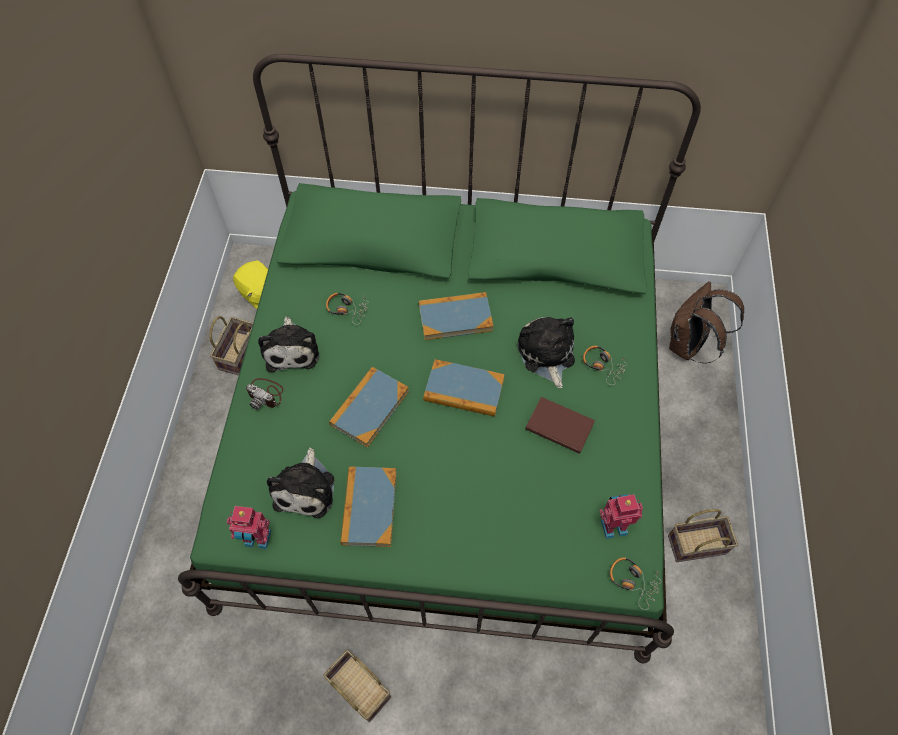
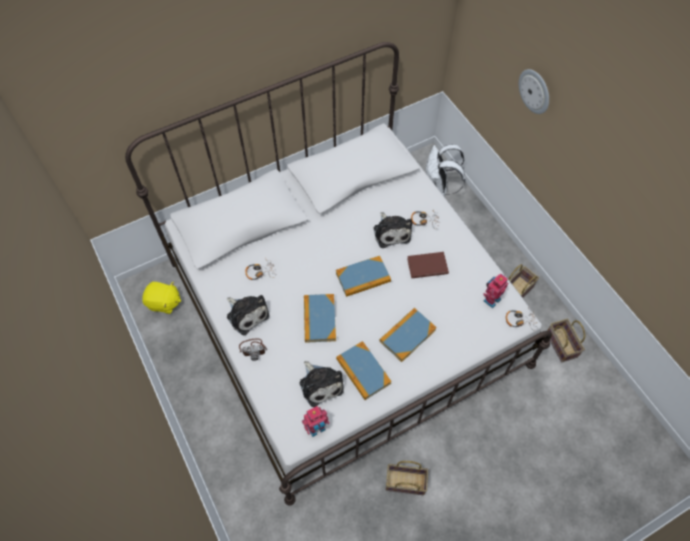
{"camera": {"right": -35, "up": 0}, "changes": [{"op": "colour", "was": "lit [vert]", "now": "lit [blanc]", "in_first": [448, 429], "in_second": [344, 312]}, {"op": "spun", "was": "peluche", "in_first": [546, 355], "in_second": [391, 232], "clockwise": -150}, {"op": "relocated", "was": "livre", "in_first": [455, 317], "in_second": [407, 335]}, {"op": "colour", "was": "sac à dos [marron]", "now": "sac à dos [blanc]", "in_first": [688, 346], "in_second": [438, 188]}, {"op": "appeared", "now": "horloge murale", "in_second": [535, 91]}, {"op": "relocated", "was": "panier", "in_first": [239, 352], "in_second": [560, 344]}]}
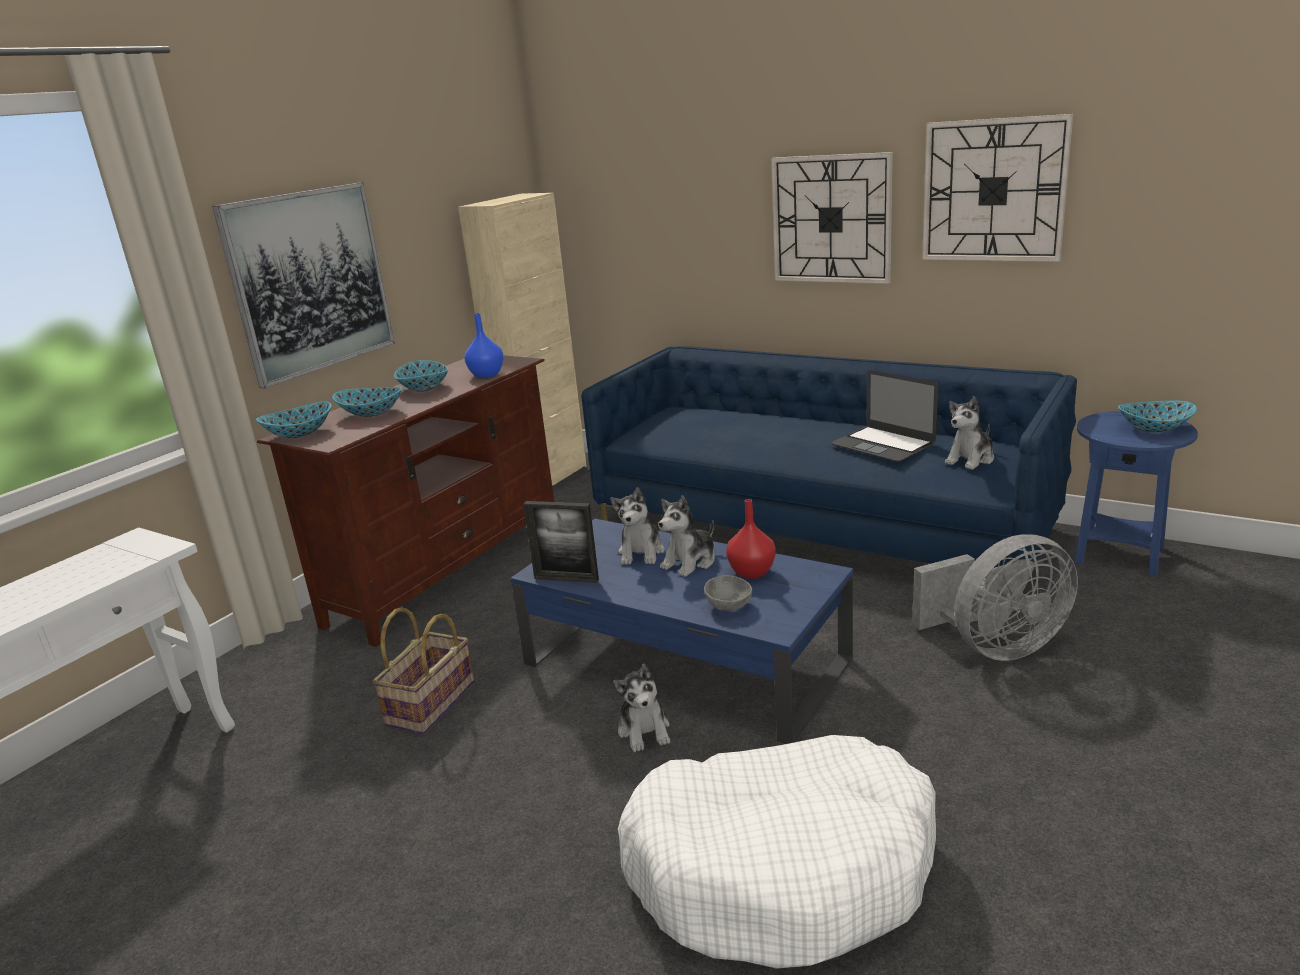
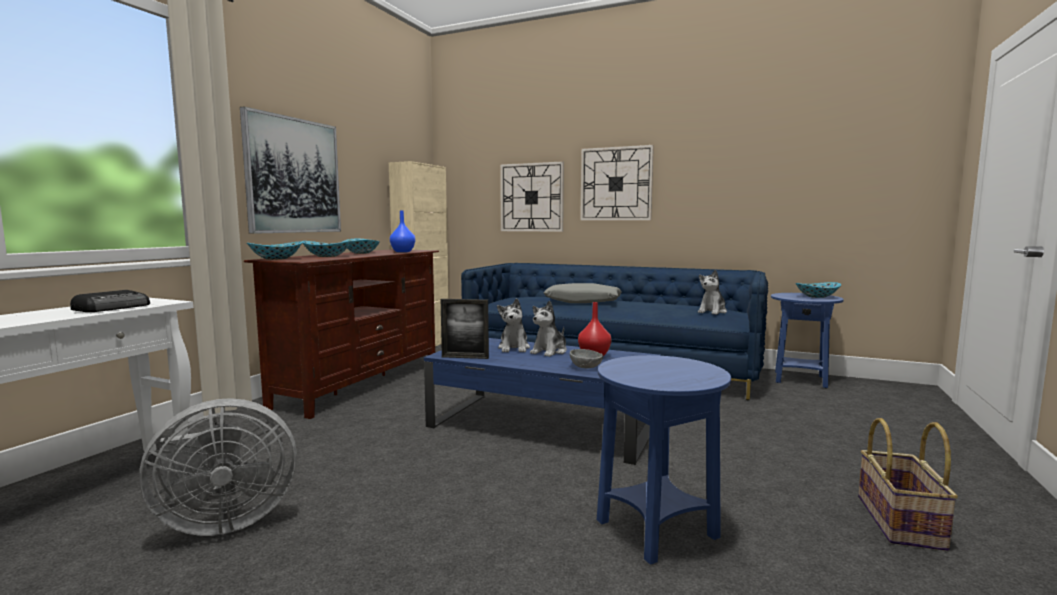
{"camera": {"right": -10, "up": -15}, "changes": [{"op": "appeared", "now": "radio", "in_second": [114, 307]}, {"op": "relocated", "was": "ventilateur [gris]", "in_first": [996, 647], "in_second": [223, 522]}, {"op": "relocated", "was": "horloge murale", "in_first": [993, 191], "in_second": [531, 197]}, {"op": "appeared", "now": "coussin [gris]", "in_second": [583, 302]}, {"op": "exchanged", "was": "panier pour chien [blanc]", "now": "table d'appoint [bleu]", "in_first": [782, 868], "in_second": [656, 530]}, {"op": "relocated", "was": "panier", "in_first": [432, 704], "in_second": [901, 522]}, {"op": "missing", "was": "peluche", "in_first": [644, 730]}, {"op": "missing", "was": "ordinateur portable", "in_first": [883, 444]}]}
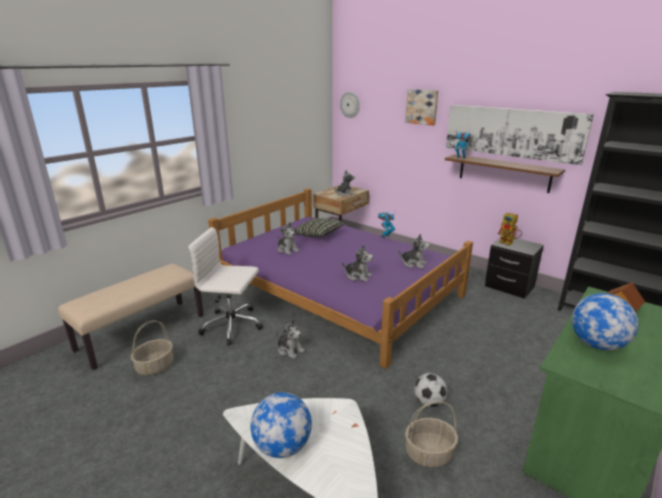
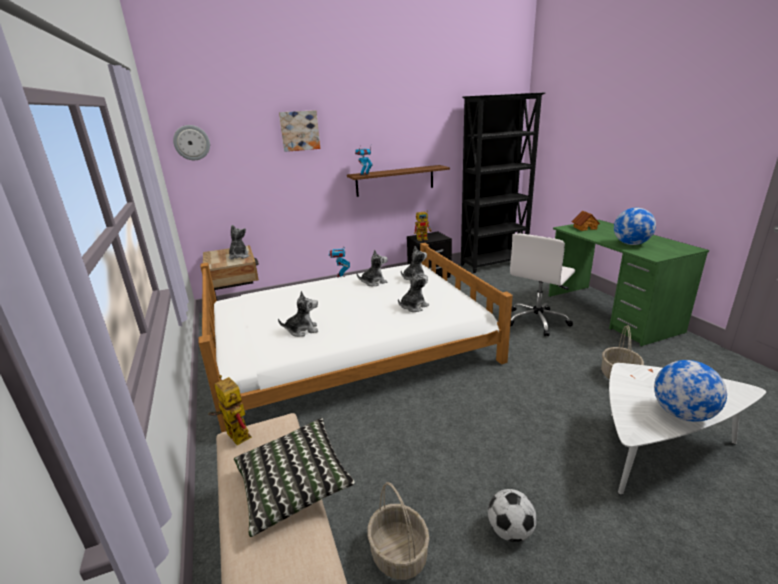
{"camera": {"right": -60, "up": 0}, "changes": [{"op": "colour", "was": "lit [violet]", "now": "lit [blanc]", "in_first": [338, 290], "in_second": [352, 349]}, {"op": "appeared", "now": "robot jouet", "in_second": [234, 434]}, {"op": "relocated", "was": "coussin", "in_first": [319, 235], "in_second": [294, 486]}, {"op": "relocated", "was": "peluche", "in_first": [290, 350], "in_second": [374, 282]}, {"op": "relocated", "was": "ballon de foot", "in_first": [428, 402], "in_second": [510, 531]}, {"op": "relocated", "was": "chaise de bureau [blanc]", "in_first": [233, 326], "in_second": [537, 321]}, {"op": "missing", "was": "tableau", "in_first": [512, 132]}]}
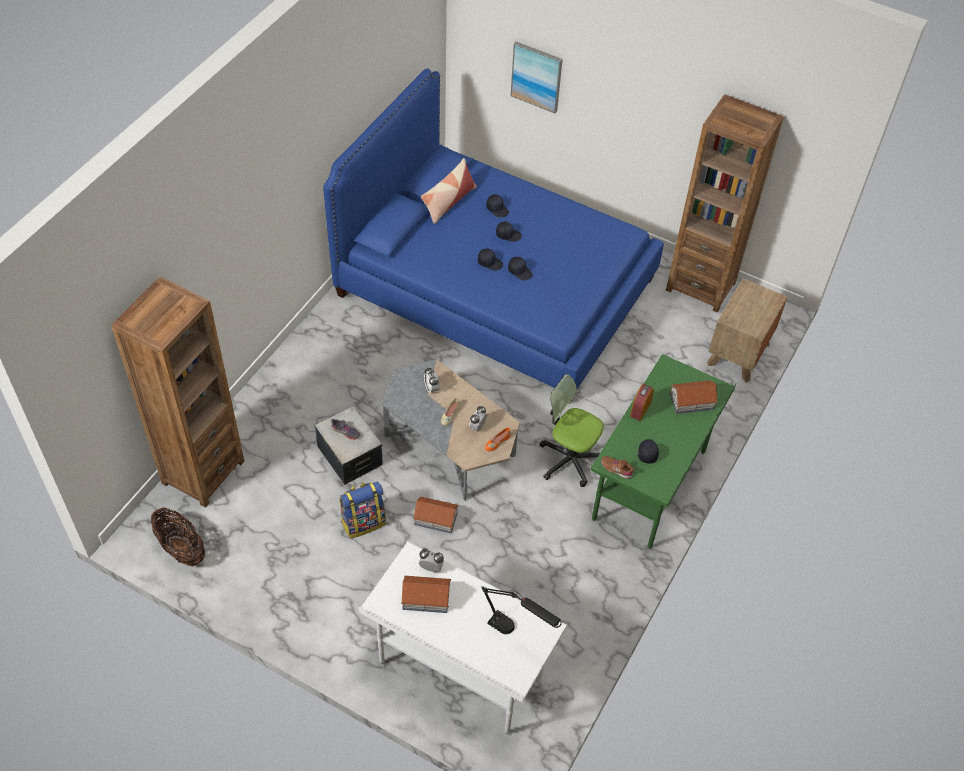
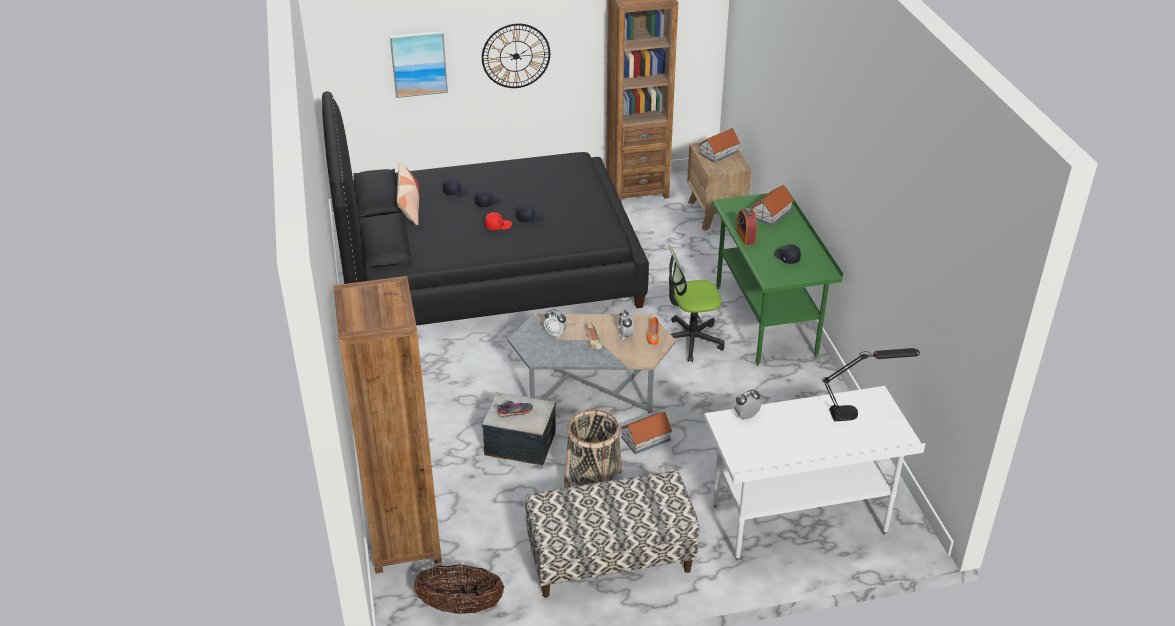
{"camera": {"right": -40, "up": -15}, "changes": [{"op": "colour", "was": "lit [bleu]", "now": "lit [noir]", "in_first": [495, 287], "in_second": [486, 269]}, {"op": "appeared", "now": "horloge murale", "in_second": [516, 56]}, {"op": "colour", "was": "casquette [noir]", "now": "casquette [rouge]", "in_first": [490, 262], "in_second": [498, 225]}, {"op": "appeared", "now": "banc", "in_second": [610, 560]}, {"op": "exchanged", "was": "sac à dos", "now": "panier", "in_first": [363, 522], "in_second": [593, 479]}, {"op": "relocated", "was": "maison miniature", "in_first": [425, 597], "in_second": [718, 153]}, {"op": "missing", "was": "chaussure [marron]", "in_first": [616, 469]}]}
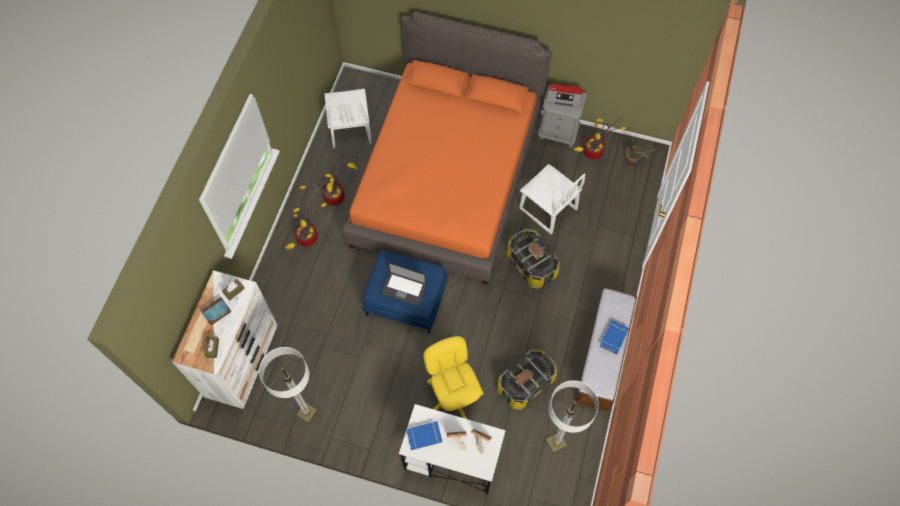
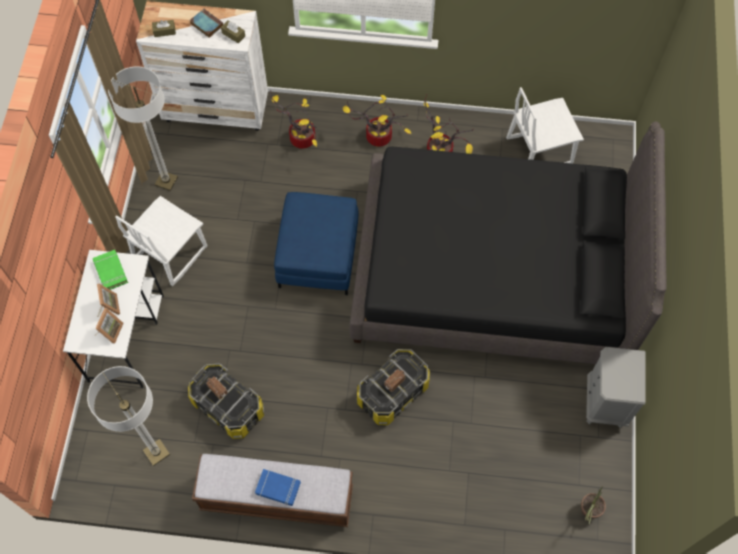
{"camera": {"right": 80, "up": 0}, "changes": [{"op": "colour", "was": "livre [bleu]", "now": "livre [vert]", "in_first": [424, 436], "in_second": [110, 272]}, {"op": "relocated", "was": "chaise [blanc]", "in_first": [547, 209], "in_second": [169, 253]}, {"op": "relocated", "was": "plante en pot", "in_first": [593, 153], "in_second": [300, 138]}, {"op": "colour", "was": "lit [orange]", "now": "lit [noir]", "in_first": [447, 180], "in_second": [493, 272]}, {"op": "missing", "was": "ordinateur portable", "in_first": [403, 289]}, {"op": "missing", "was": "chaise de bureau [jaune]", "in_first": [453, 395]}, {"op": "missing", "was": "radio", "in_first": [564, 98]}]}
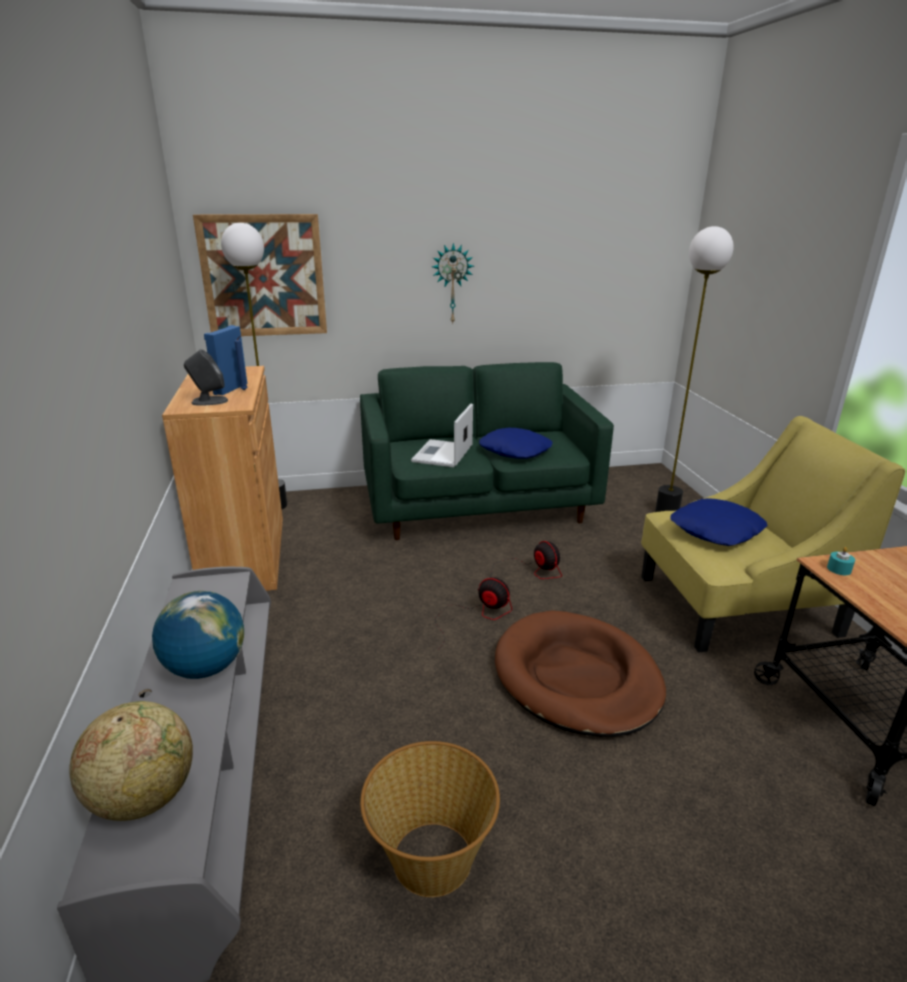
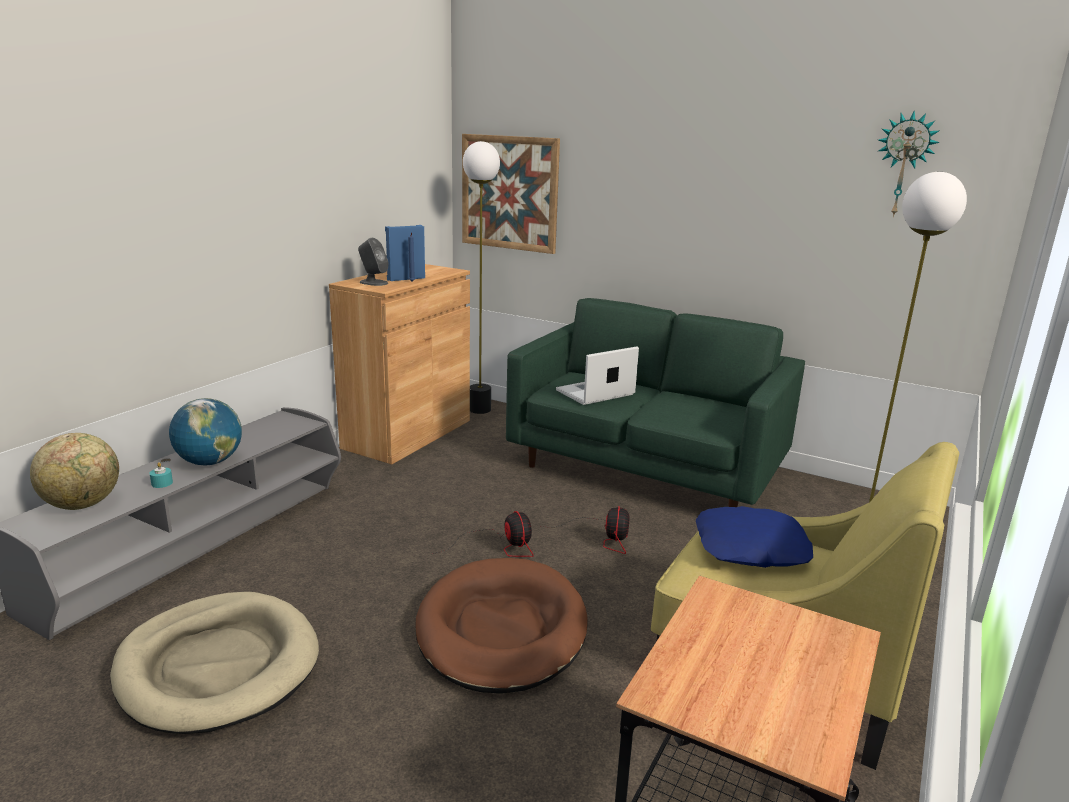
{"camera": {"right": 40, "up": -5}, "changes": [{"op": "exchanged", "was": "panier", "now": "panier pour chien [beige]", "in_first": [431, 859], "in_second": [218, 666]}, {"op": "relocated", "was": "bougie [turquoise]", "in_first": [839, 569], "in_second": [162, 483]}, {"op": "relocated", "was": "horloge murale", "in_first": [452, 284], "in_second": [903, 164]}, {"op": "missing", "was": "coussin [bleu]", "in_first": [515, 450]}]}
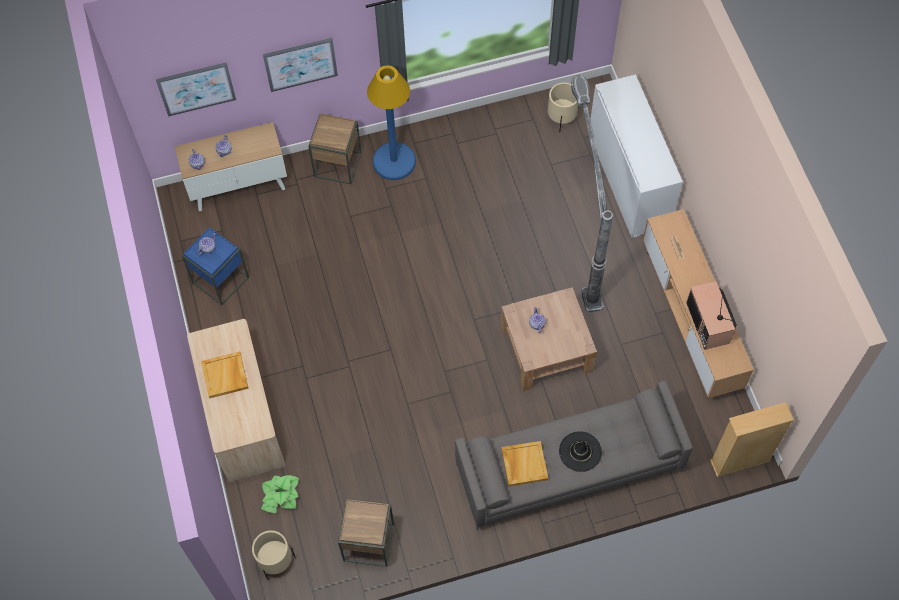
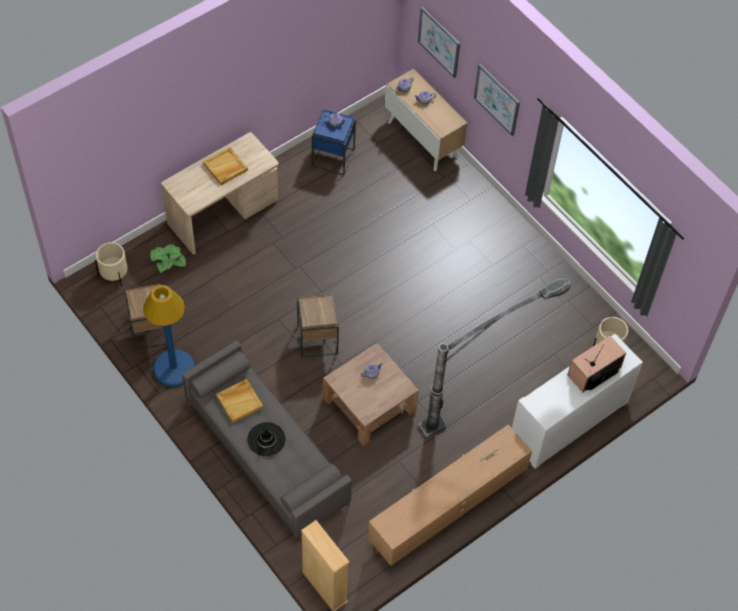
{"camera": {"right": 65, "up": -5}, "changes": [{"op": "relocated", "was": "lampadaire [bleu]", "in_first": [394, 161], "in_second": [174, 368]}, {"op": "relocated", "was": "table d'appoint [marron]", "in_first": [337, 164], "in_second": [317, 339]}, {"op": "relocated", "was": "téléviseur", "in_first": [709, 323], "in_second": [594, 372]}]}
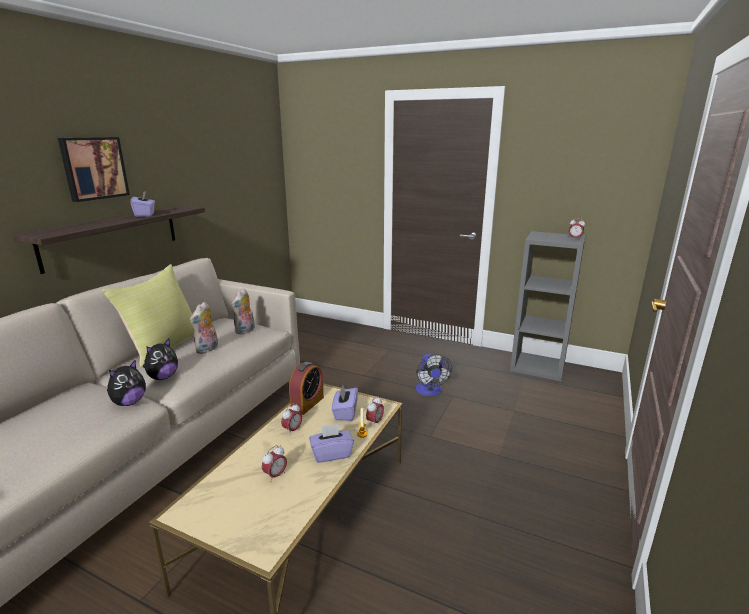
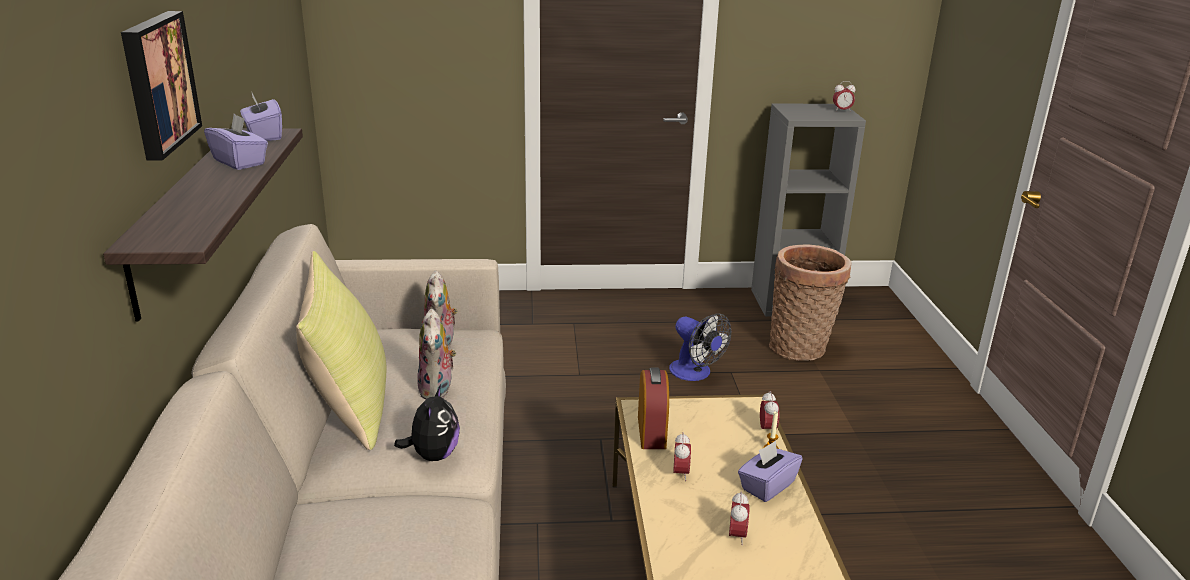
{"camera": {"right": -30, "up": 5}, "changes": [{"op": "relocated", "was": "boîte à mouchoirs [violet]", "in_first": [345, 412], "in_second": [263, 135]}, {"op": "appeared", "now": "panier", "in_second": [801, 348]}, {"op": "missing", "was": "peluche", "in_first": [129, 402]}]}
